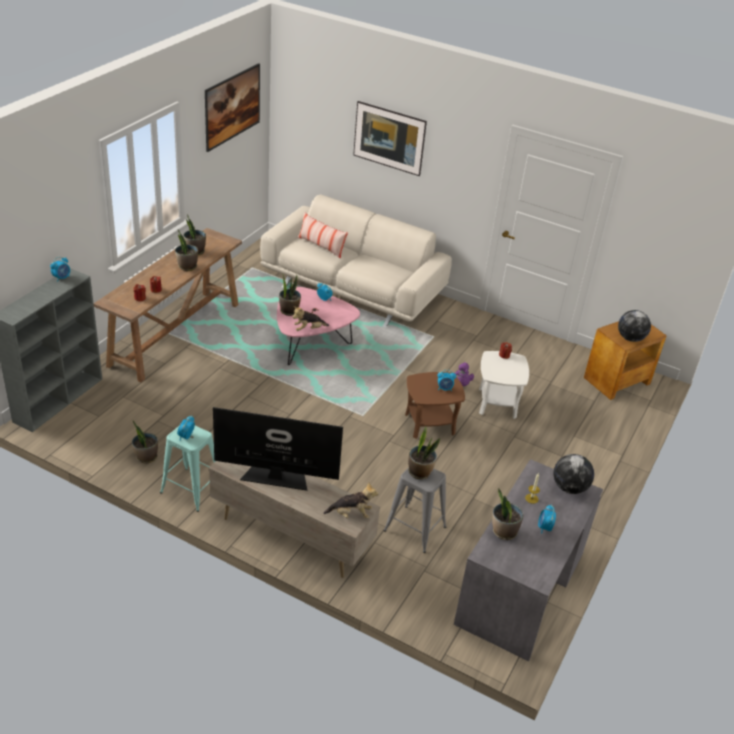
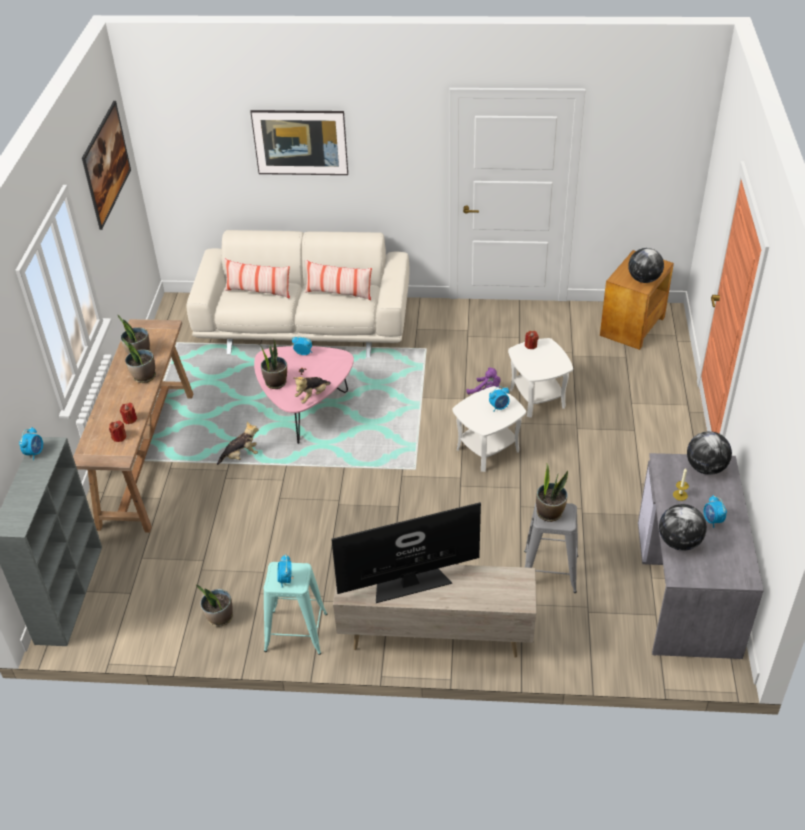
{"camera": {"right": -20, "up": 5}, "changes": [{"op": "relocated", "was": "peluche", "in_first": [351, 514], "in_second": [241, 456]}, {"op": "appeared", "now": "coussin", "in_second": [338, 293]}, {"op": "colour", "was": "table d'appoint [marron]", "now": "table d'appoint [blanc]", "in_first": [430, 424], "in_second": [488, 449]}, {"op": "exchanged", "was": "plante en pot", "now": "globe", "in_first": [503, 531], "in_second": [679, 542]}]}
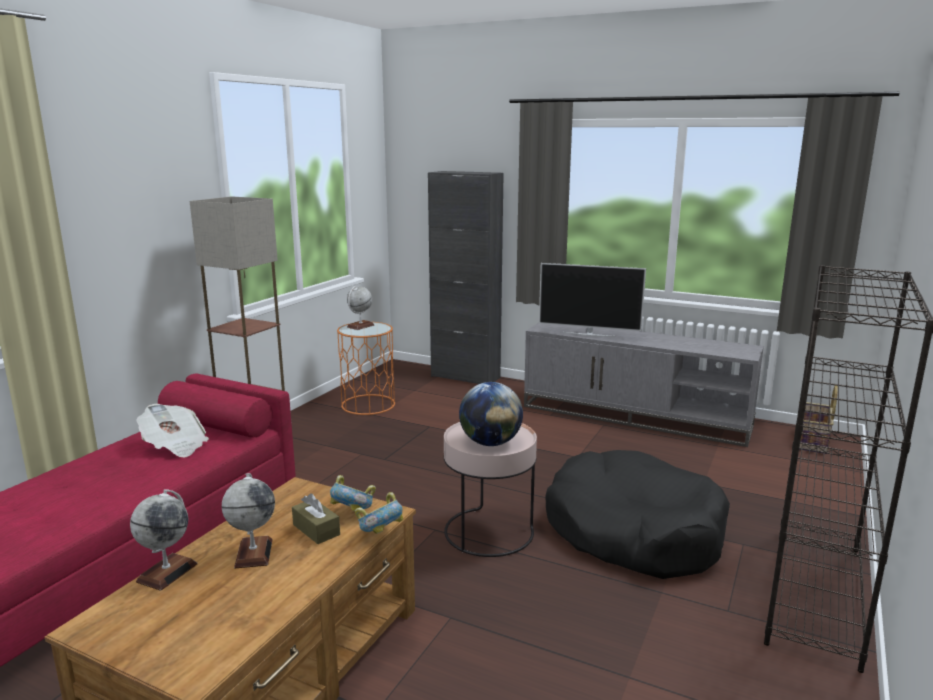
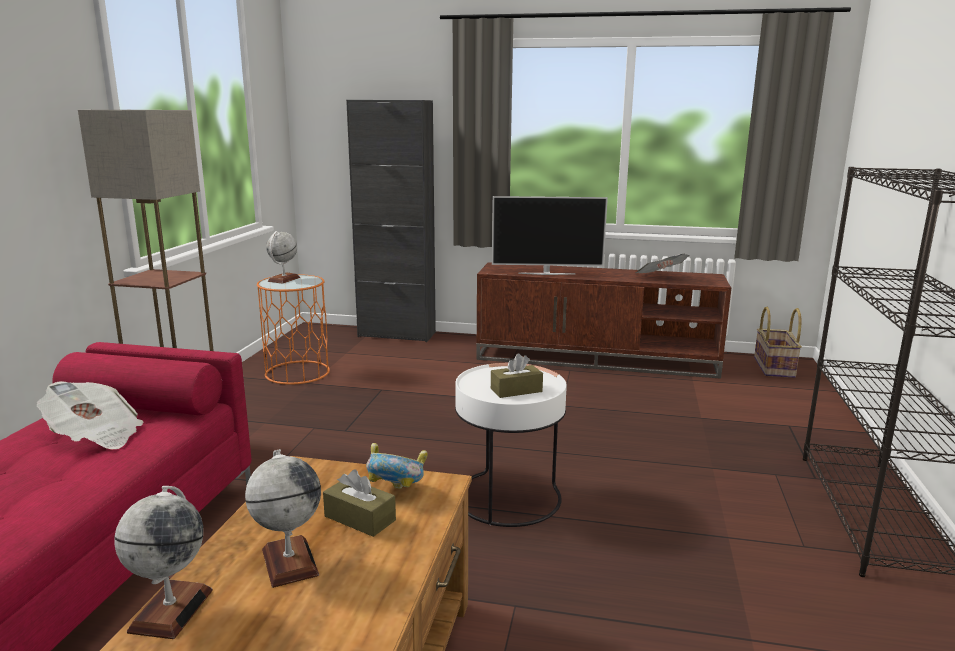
{"camera": {"right": -15, "up": 0}, "changes": [{"op": "colour", "was": "table d'appoint [rose]", "now": "table d'appoint [blanc]", "in_first": [488, 532], "in_second": [507, 497]}, {"op": "colour", "was": "meuble télé [gris]", "now": "meuble télé [marron]", "in_first": [636, 416], "in_second": [597, 359]}, {"op": "exchanged", "was": "globe", "now": "boîte à mouchoirs [marron]", "in_first": [490, 443], "in_second": [516, 390]}, {"op": "appeared", "now": "journal", "in_second": [660, 278]}, {"op": "missing", "was": "bol", "in_first": [381, 534]}, {"op": "missing", "was": "panier pour chien [noir]", "in_first": [633, 532]}]}
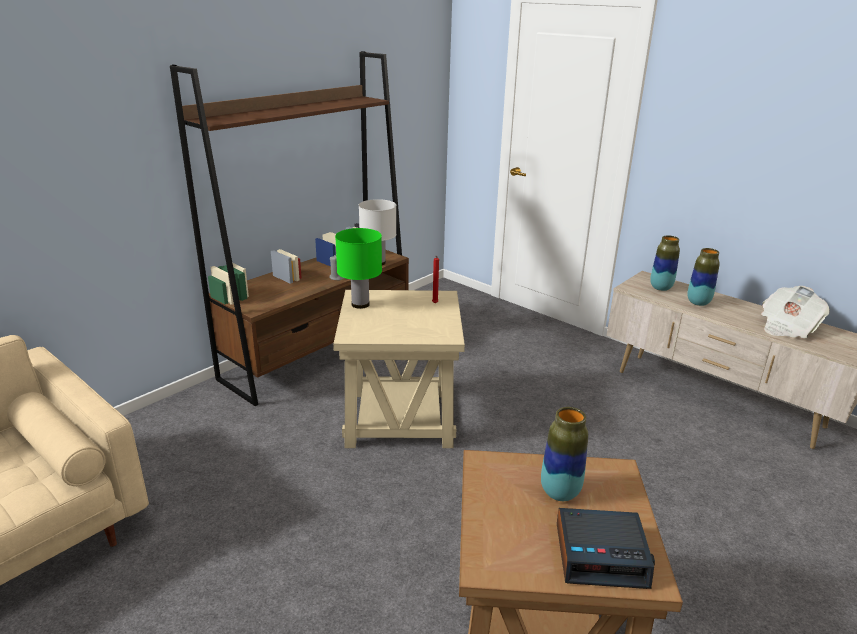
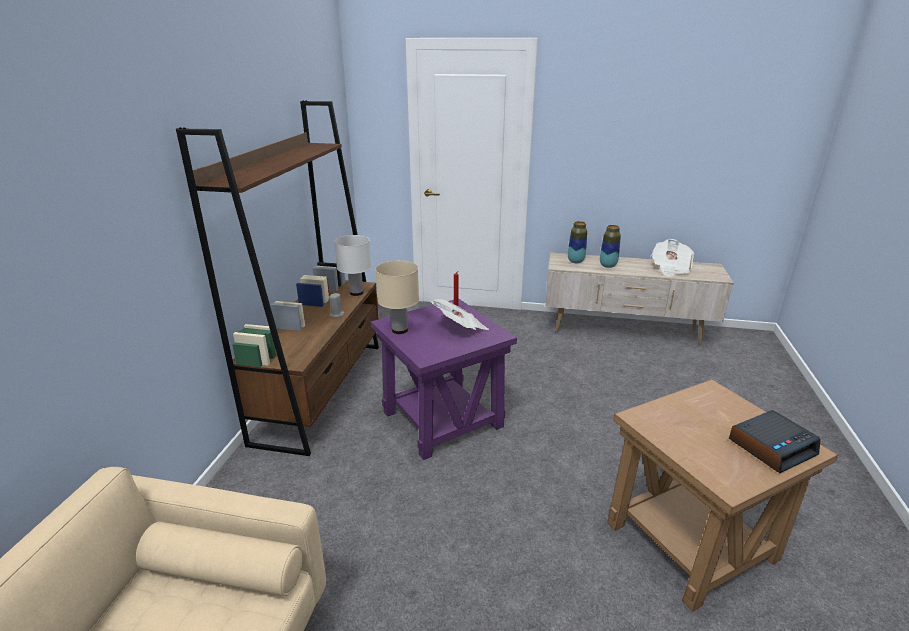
{"camera": {"right": -30, "up": 0}, "changes": [{"op": "colour", "was": "table d'appoint [beige]", "now": "table d'appoint [violet]", "in_first": [401, 418], "in_second": [442, 418]}, {"op": "colour", "was": "lampe de table [vert]", "now": "lampe de table [beige]", "in_first": [360, 304], "in_second": [400, 330]}, {"op": "appeared", "now": "journal", "in_second": [460, 328]}, {"op": "missing", "was": "vase", "in_first": [560, 492]}]}
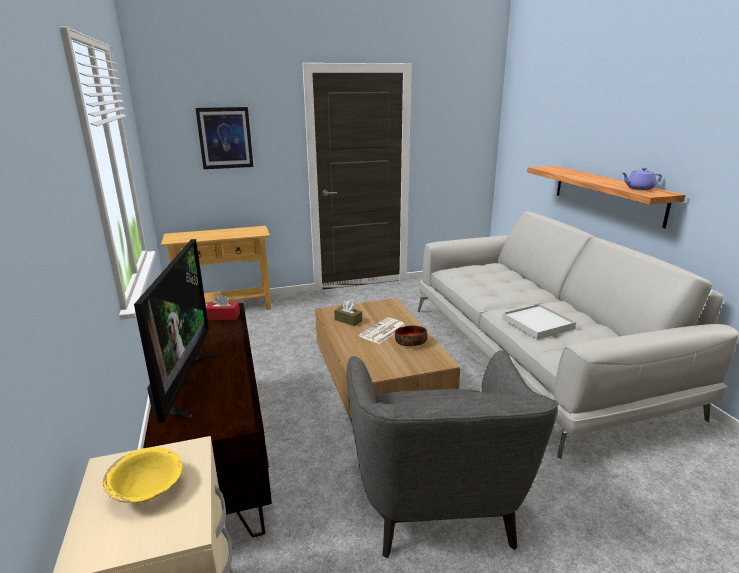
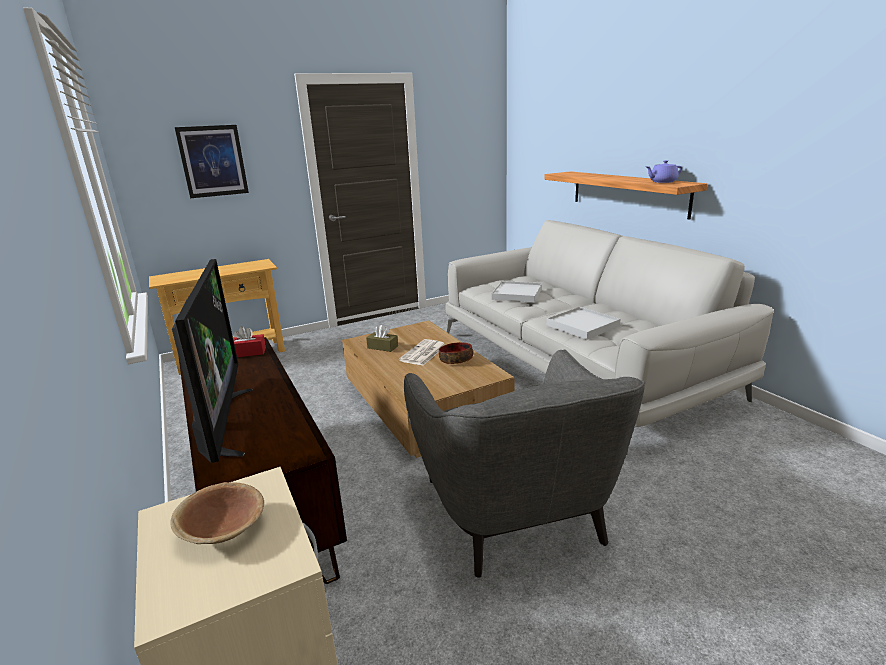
{"camera": {"right": -10, "up": 0}, "changes": [{"op": "colour", "was": "bol [jaune]", "now": "bol [marron]", "in_first": [147, 489], "in_second": [223, 530]}, {"op": "appeared", "now": "plateau [blanc]", "in_second": [517, 294]}]}
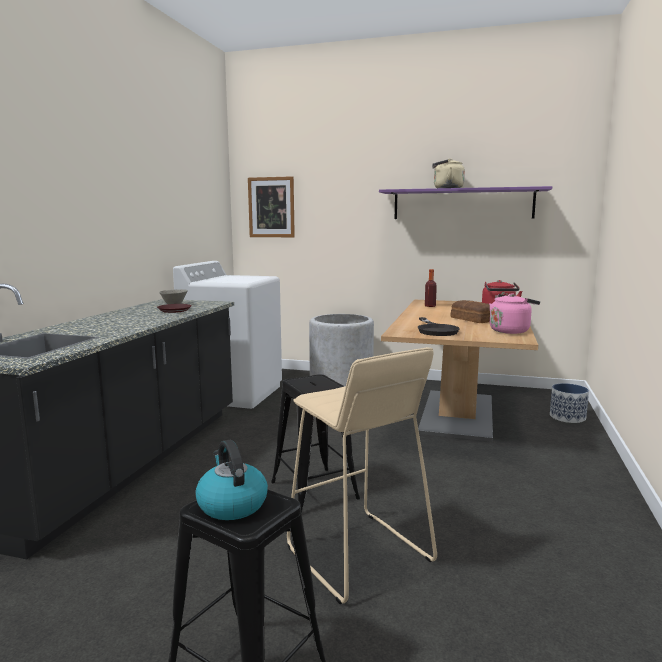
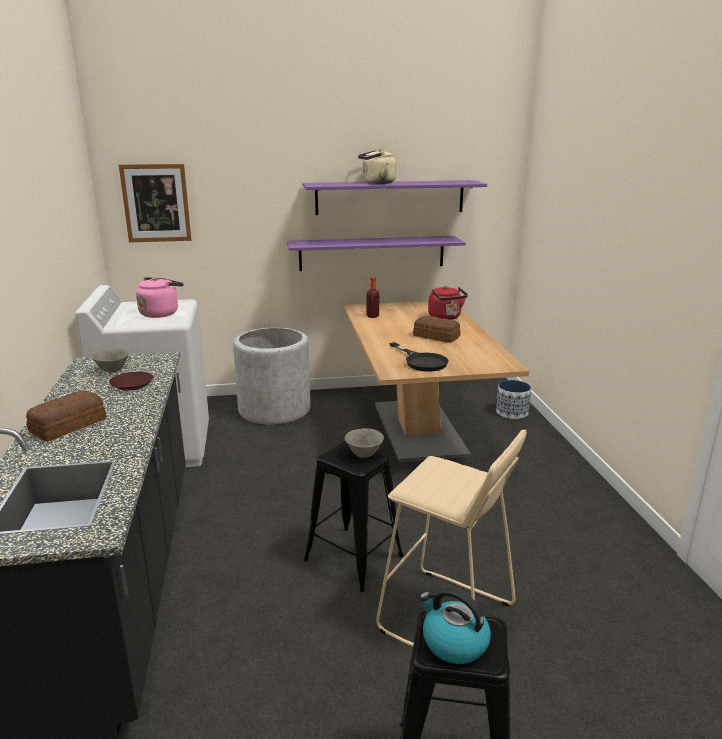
{"camera": {"right": -25, "up": 10}, "changes": [{"op": "appeared", "now": "pain", "in_second": [66, 426]}, {"op": "relocated", "was": "bouilloire [rose]", "in_first": [510, 331], "in_second": [161, 313]}, {"op": "appeared", "now": "étagère [violet]", "in_second": [372, 253]}, {"op": "appeared", "now": "bol [gris]", "in_second": [364, 455]}]}
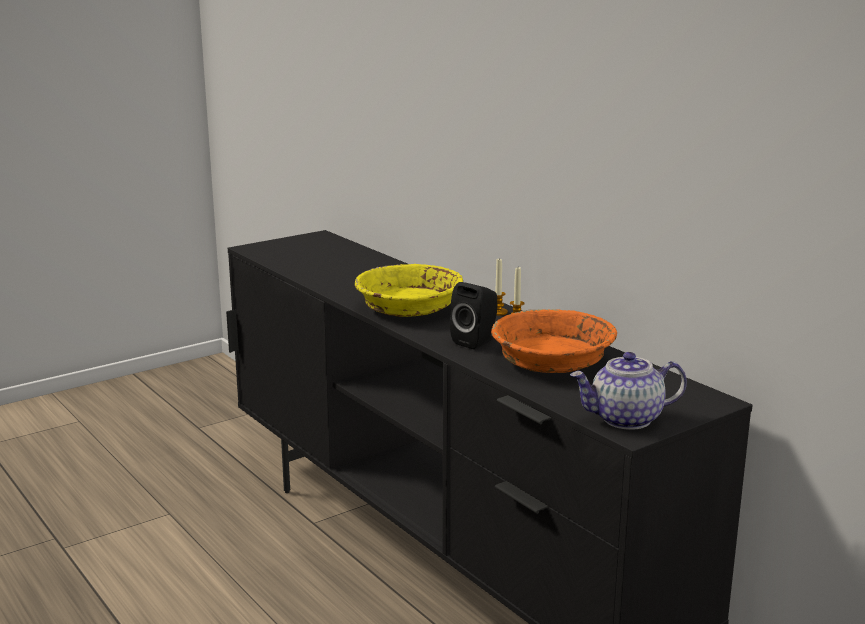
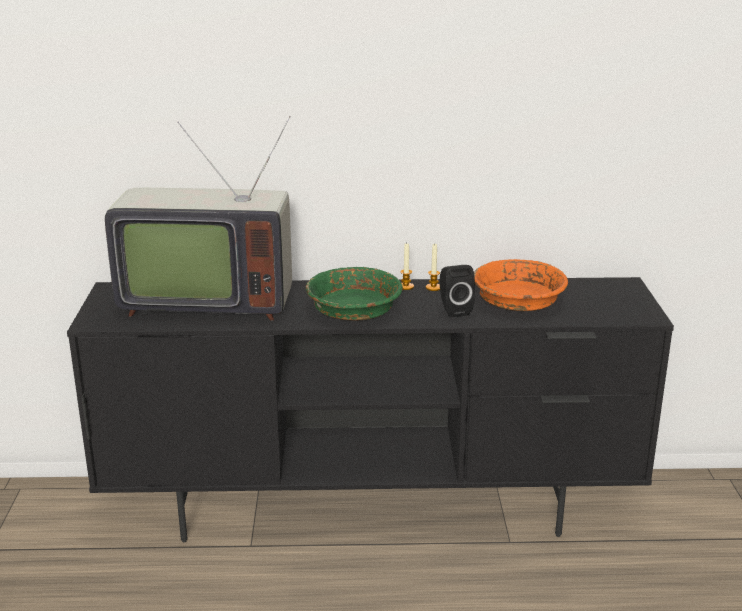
{"camera": {"right": -55, "up": 5}, "changes": [{"op": "appeared", "now": "téléviseur", "in_second": [206, 301]}, {"op": "colour", "was": "bol [jaune]", "now": "bol [vert]", "in_first": [408, 308], "in_second": [353, 309]}, {"op": "missing", "was": "théière", "in_first": [625, 419]}]}
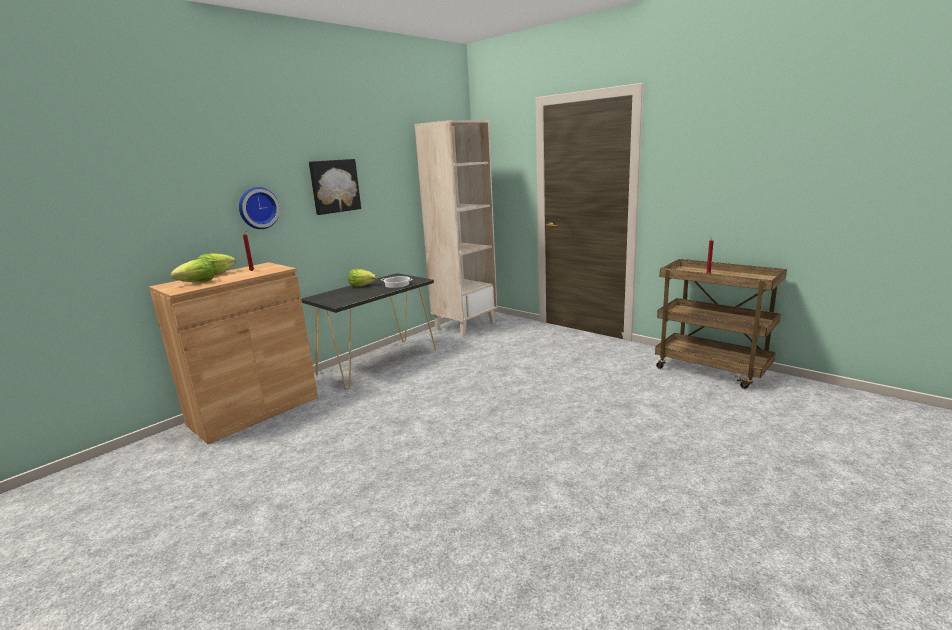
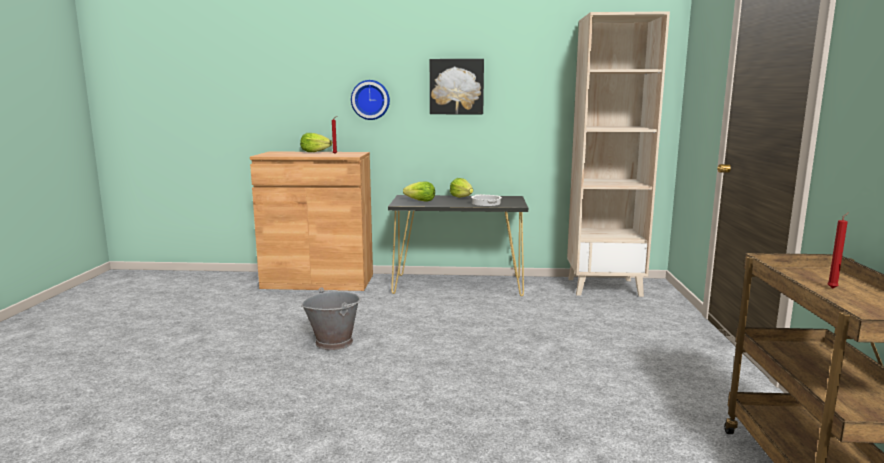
{"camera": {"right": 50, "up": -5}, "changes": [{"op": "appeared", "now": "seau [gris]", "in_second": [334, 342]}, {"op": "relocated", "was": "laitue", "in_first": [198, 282], "in_second": [420, 201]}]}
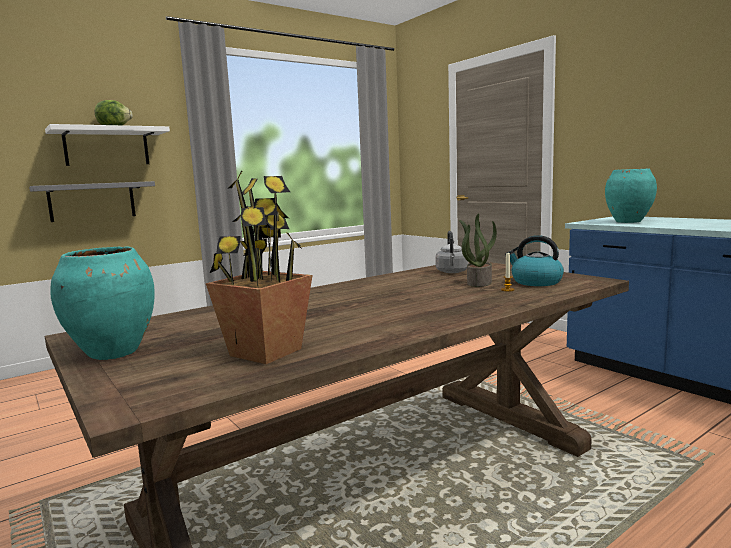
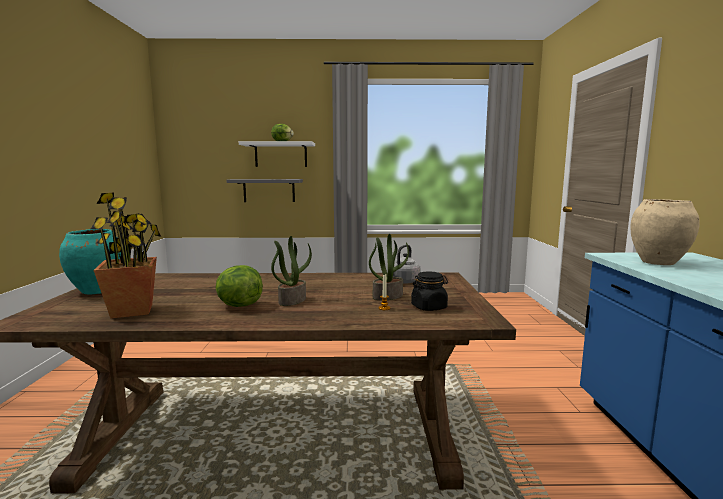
{"camera": {"right": 35, "up": 0}, "changes": [{"op": "appeared", "now": "laitue", "in_second": [239, 305]}, {"op": "appeared", "now": "plante en pot", "in_second": [292, 300]}, {"op": "exchanged", "was": "bouilloire", "now": "bocal [noir]", "in_first": [535, 282], "in_second": [429, 307]}, {"op": "colour", "was": "vase [turquoise]", "now": "vase [beige]", "in_first": [628, 222], "in_second": [658, 262]}]}
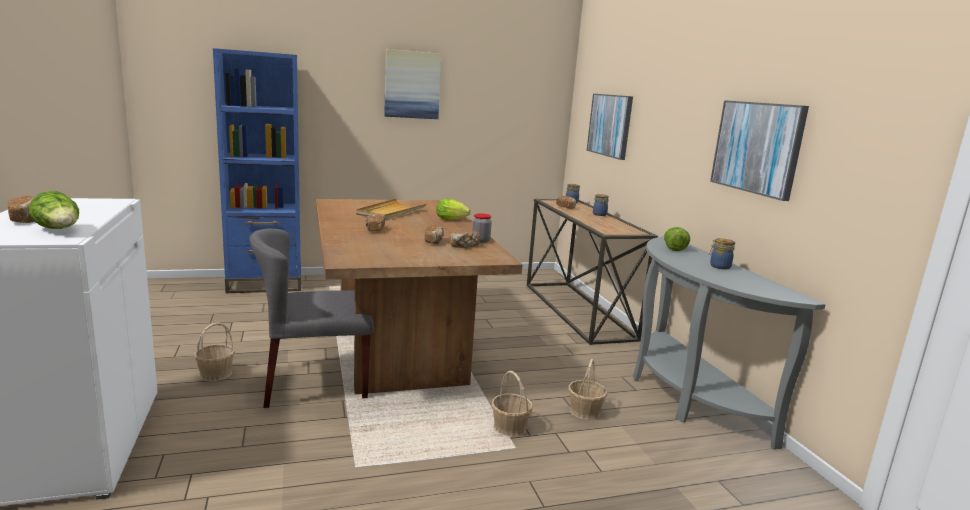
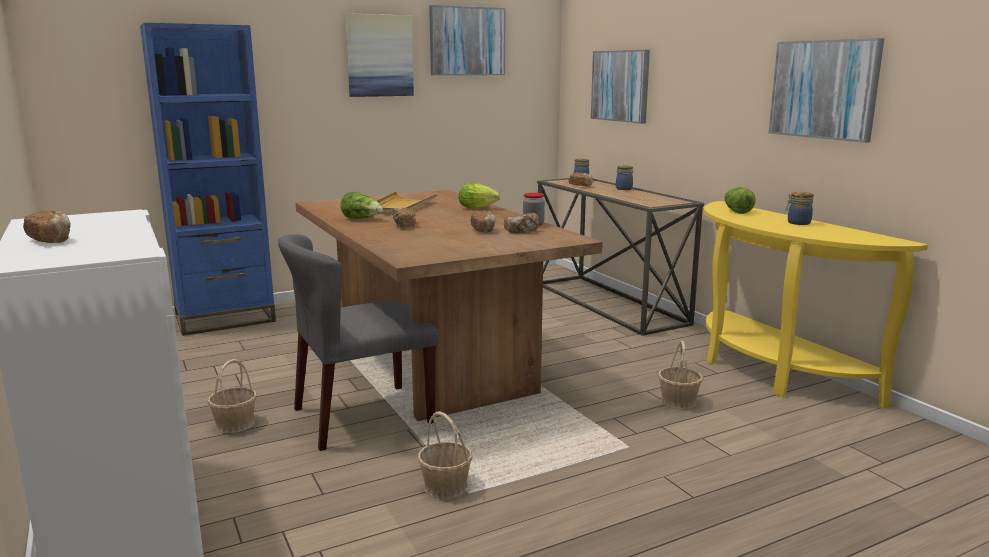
{"camera": {"right": -10, "up": 0}, "changes": [{"op": "relocated", "was": "laitue", "in_first": [59, 230], "in_second": [362, 219]}, {"op": "relocated", "was": "panier", "in_first": [509, 427], "in_second": [445, 486]}, {"op": "appeared", "now": "tableau", "in_second": [467, 41]}, {"op": "colour", "was": "table console [gris]", "now": "table console [jaune]", "in_first": [685, 395], "in_second": [769, 371]}]}
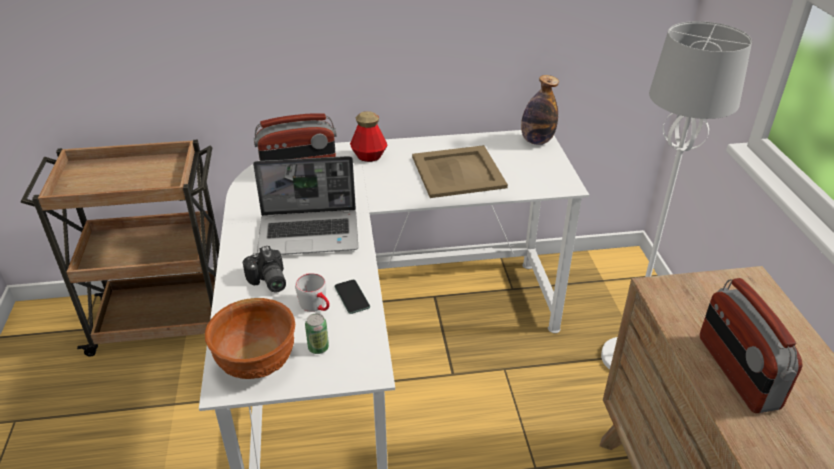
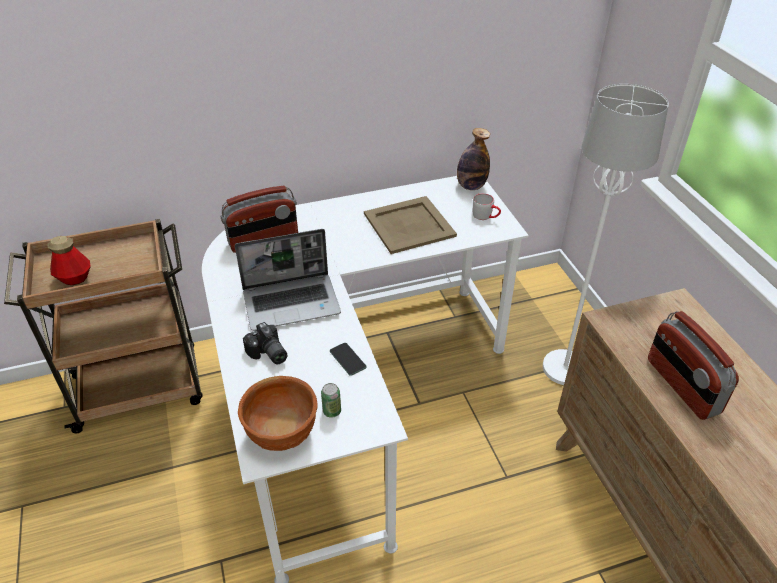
{"camera": {"right": -10, "up": 5}, "changes": [{"op": "relocated", "was": "bouteille", "in_first": [369, 156], "in_second": [74, 278]}, {"op": "relocated", "was": "mug [gris]", "in_first": [317, 306], "in_second": [486, 216]}]}
